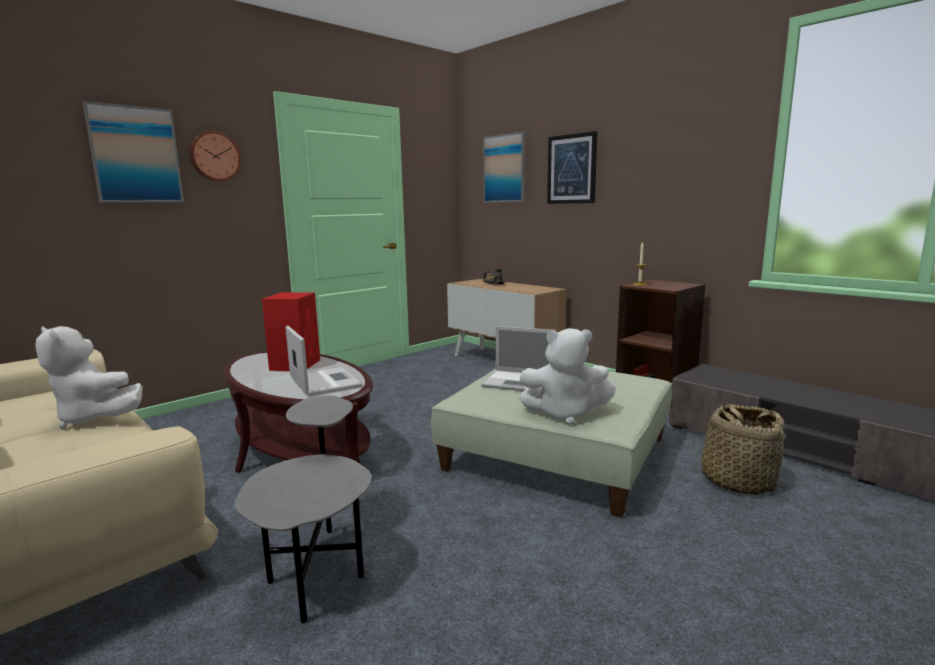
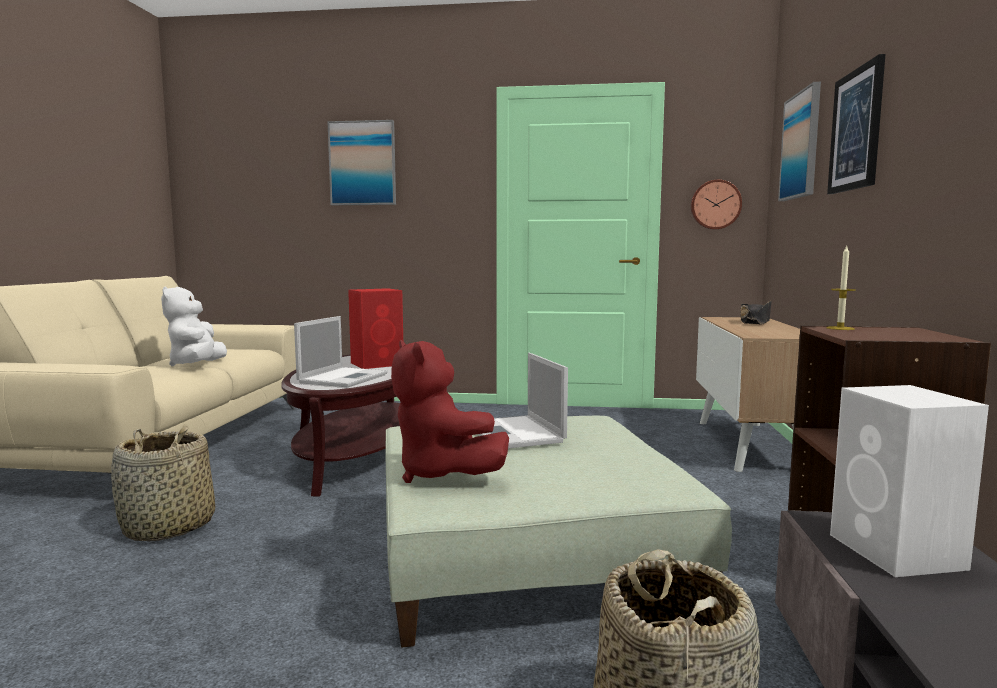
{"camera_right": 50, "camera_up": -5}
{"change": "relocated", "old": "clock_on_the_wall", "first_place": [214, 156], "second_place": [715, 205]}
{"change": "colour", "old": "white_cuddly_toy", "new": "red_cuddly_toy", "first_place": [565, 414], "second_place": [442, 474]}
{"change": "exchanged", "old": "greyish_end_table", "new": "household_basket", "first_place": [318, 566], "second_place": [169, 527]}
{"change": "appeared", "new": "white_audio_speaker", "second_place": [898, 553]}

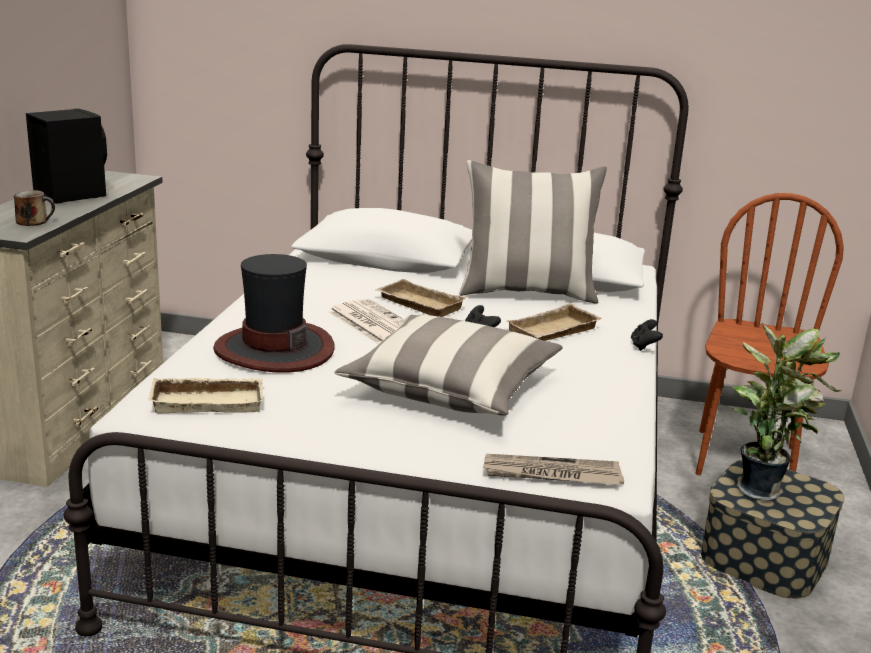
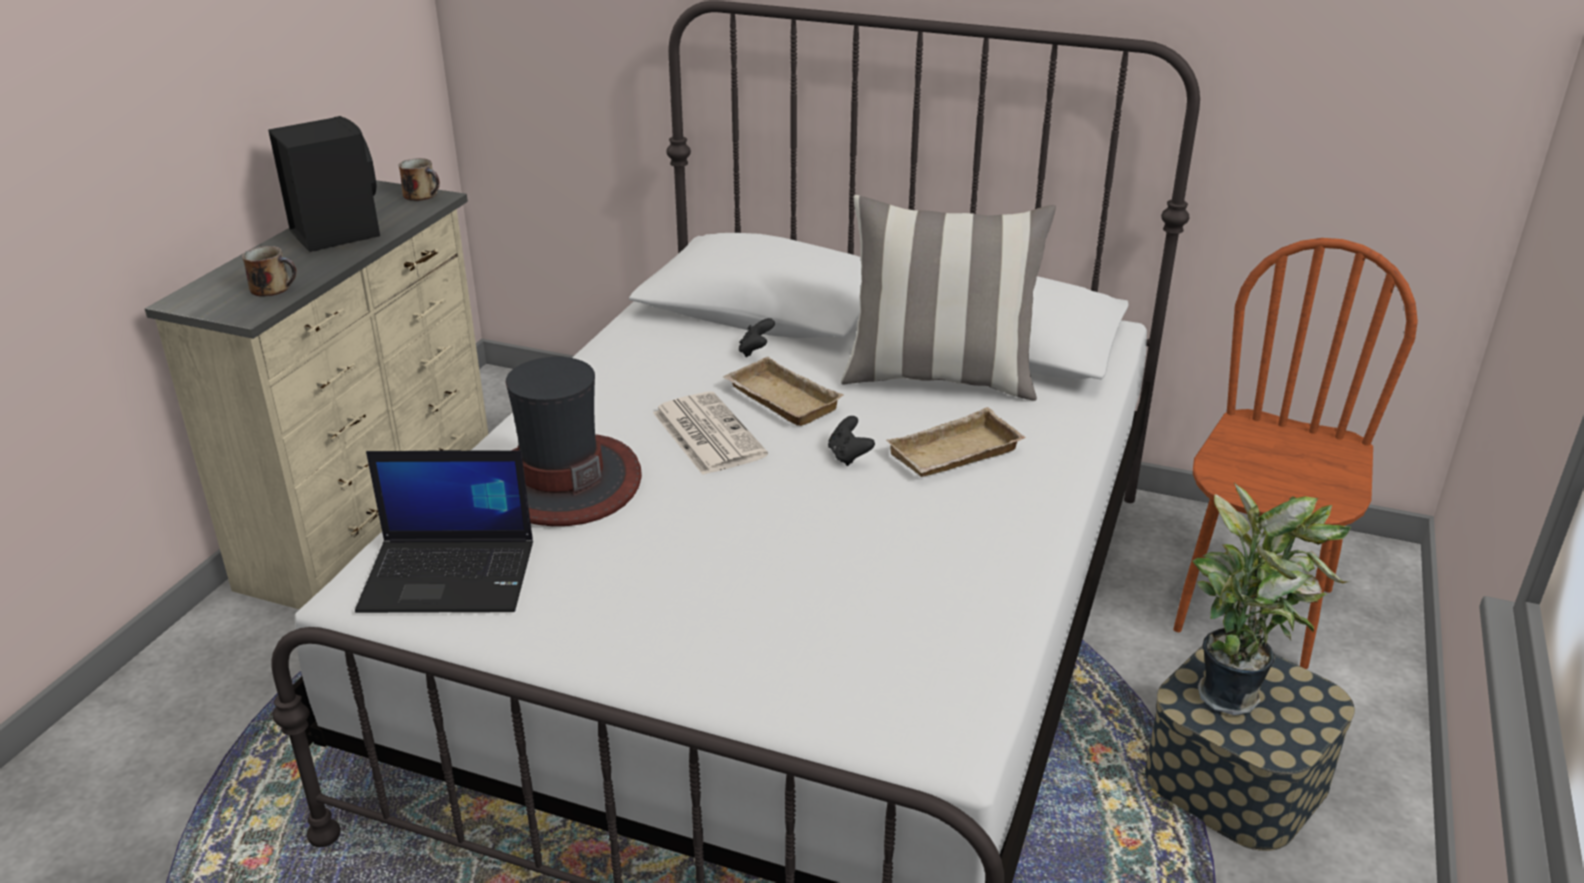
{"camera_right": 10, "camera_up": 10}
{"change": "missing", "old": "cushion", "first_place": [450, 389]}
{"change": "relocated", "old": "black-coloured_joypad", "first_place": [644, 346], "second_place": [756, 351]}
{"change": "exchanged", "old": "beige-coloured_carrying_tray", "new": "portable_computer", "first_place": [209, 401], "second_place": [451, 575]}
{"change": "missing", "old": "newspaper", "first_place": [551, 474]}
{"change": "appeared", "new": "tea_mug", "second_place": [422, 194]}

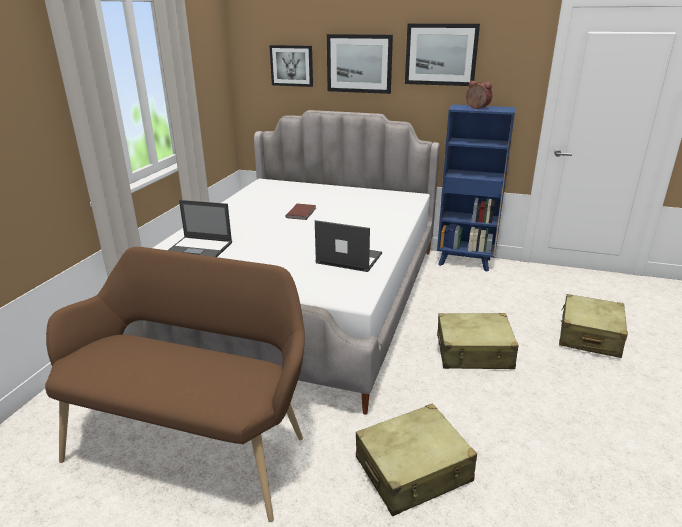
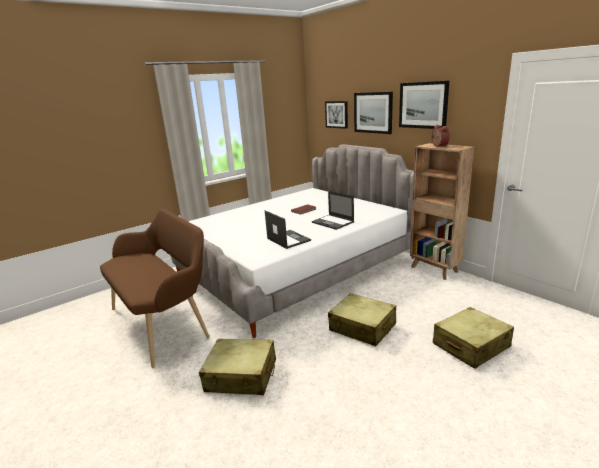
{"camera_right": 35, "camera_up": -5}
{"change": "colour", "old": "blue_bookcase", "new": "brownish_bookcase", "first_place": [465, 262], "second_place": [435, 270]}
{"change": "relocated", "old": "portable_computer", "first_place": [200, 248], "second_place": [333, 222]}

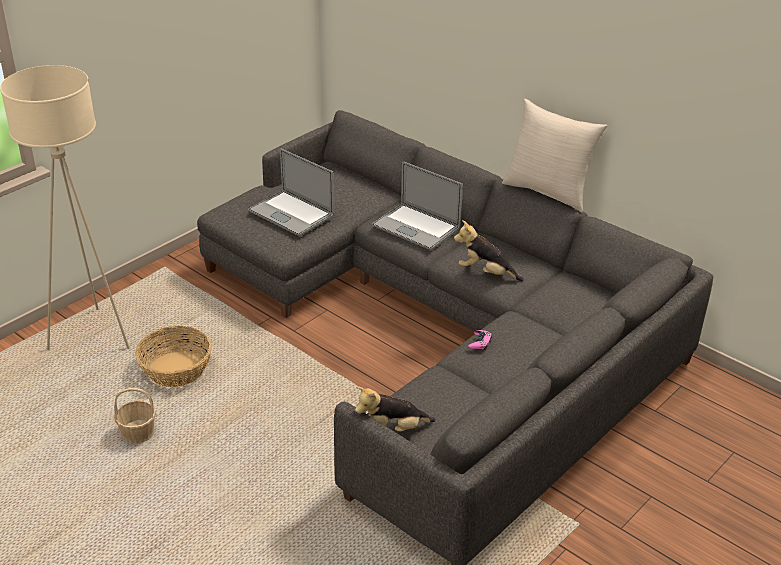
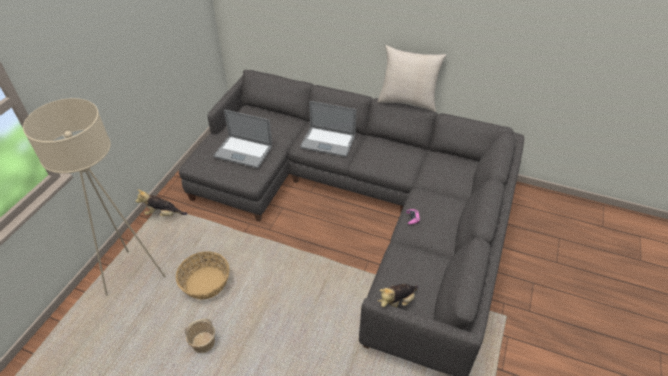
{"camera_right": -20, "camera_up": 10}
{"change": "relocated", "old": "cuddly_toy", "first_place": [486, 273], "second_place": [163, 214]}

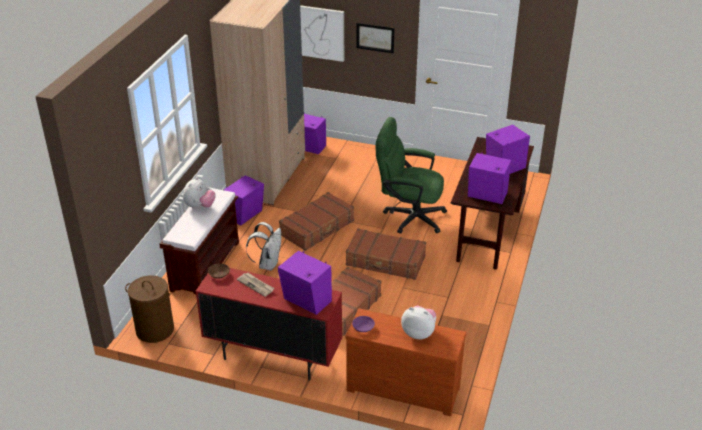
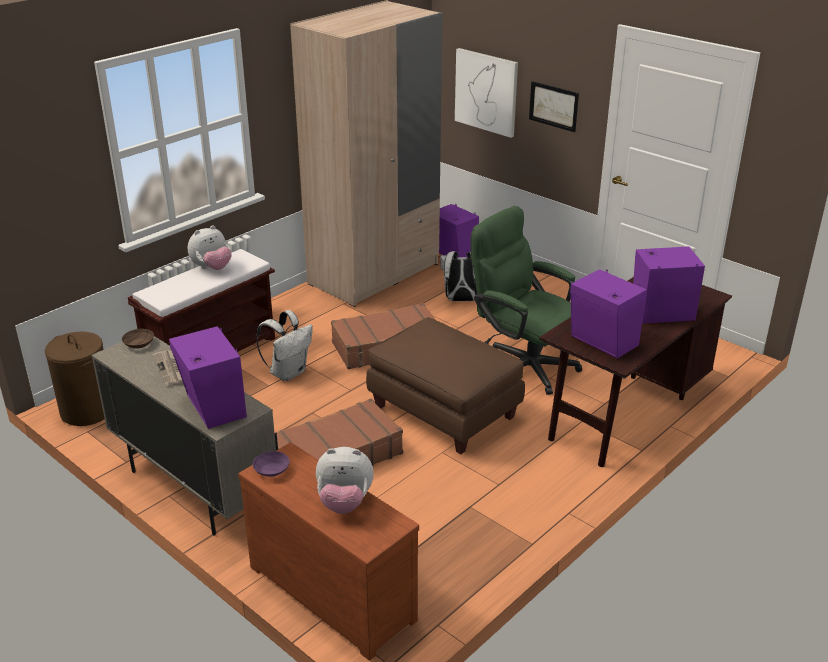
{"camera_right": 25, "camera_up": -5}
{"change": "missing", "old": "purple-coloured_audio_speaker", "first_place": [246, 215]}
{"change": "exchanged", "old": "brownish_travel_case", "new": "brownish_pouffe", "first_place": [385, 261], "second_place": [445, 411]}
{"change": "colour", "old": "red_cabinet", "new": "beige-coloured_cabinet", "first_place": [273, 357], "second_place": [194, 488]}
{"change": "spun", "old": "cuddly_toy", "first_place": [419, 333], "second_place": [344, 503], "degrees": 135}
{"change": "appeared", "new": "white_rucksack", "second_place": [461, 300]}

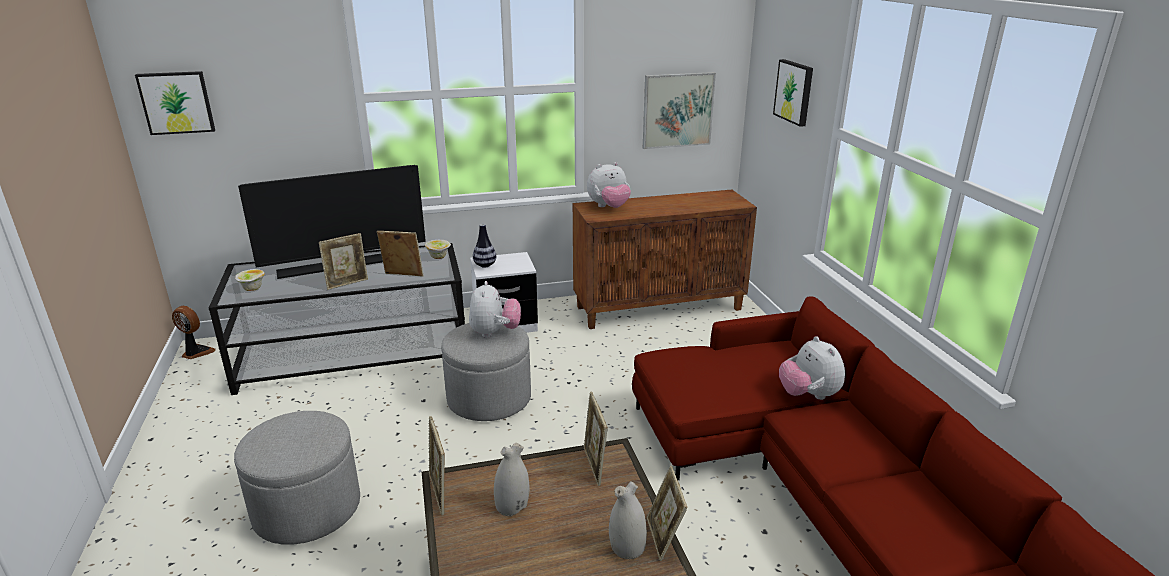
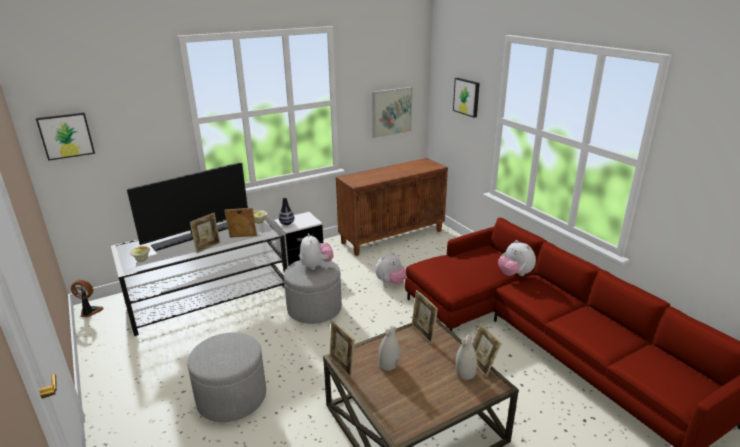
{"camera_right": -15, "camera_up": 0}
{"change": "relocated", "old": "cuddly_toy", "first_place": [609, 207], "second_place": [391, 282]}

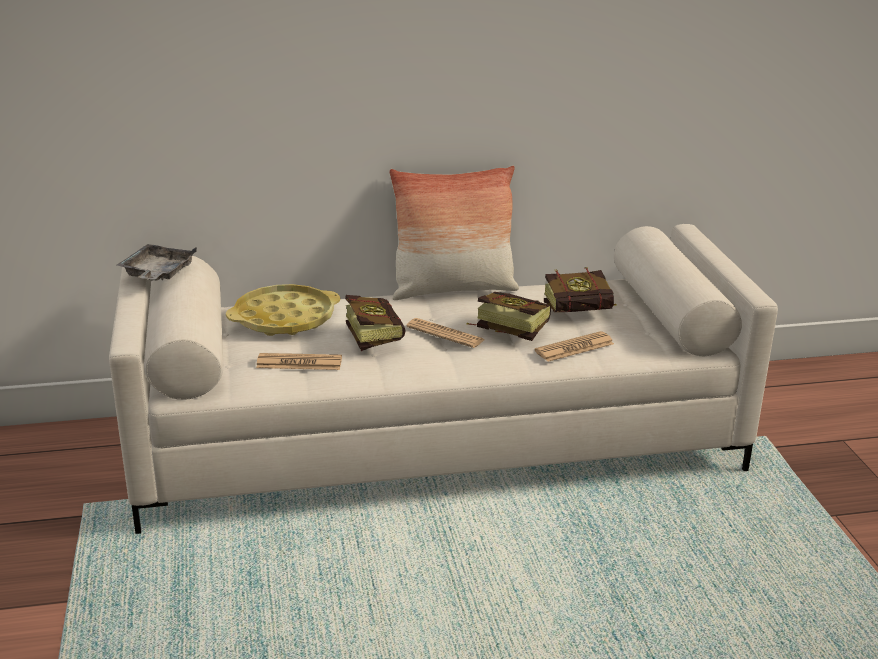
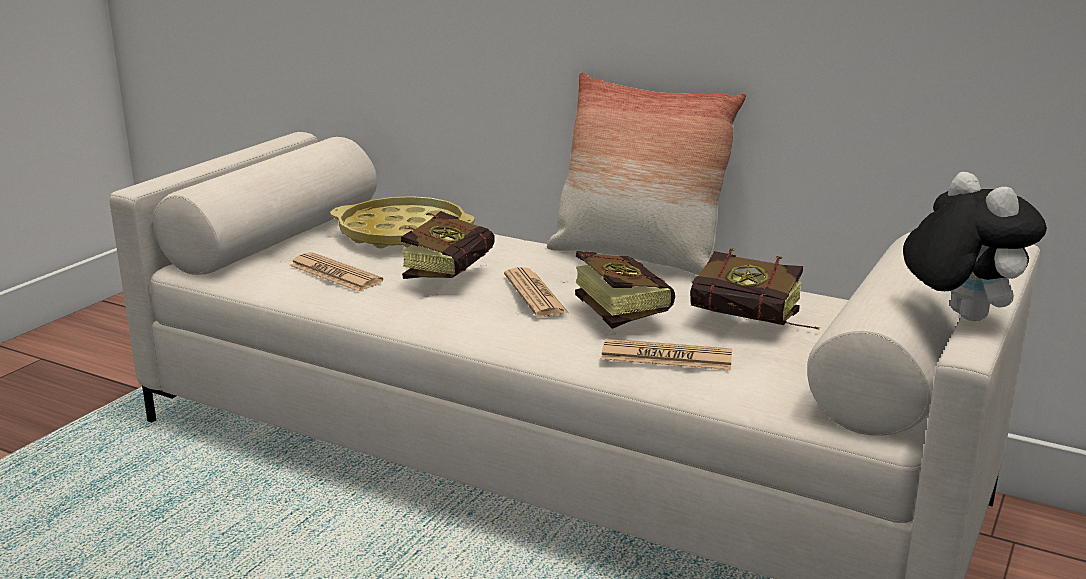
{"camera_right": 40, "camera_up": -5}
{"change": "missing", "old": "greyish_carrying_tray", "first_place": [157, 273]}
{"change": "appeared", "new": "cuddly_toy", "second_place": [958, 316]}

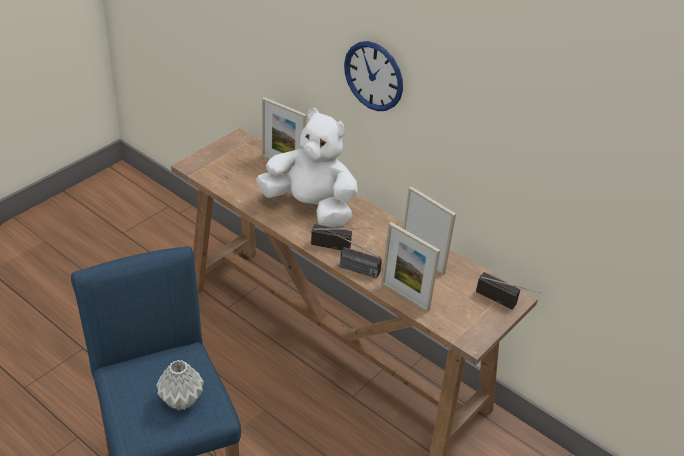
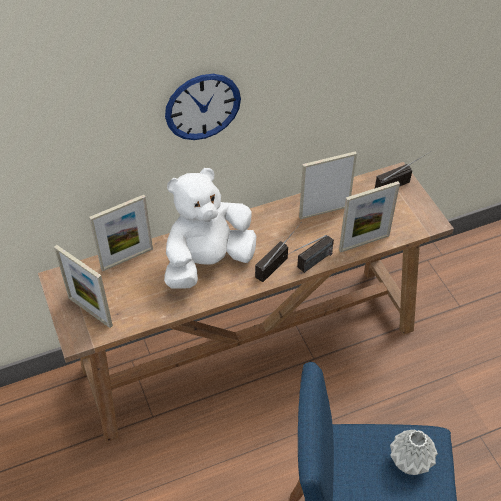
{"camera_right": -60, "camera_up": 10}
{"change": "appeared", "new": "picture_frame", "second_place": [90, 311]}

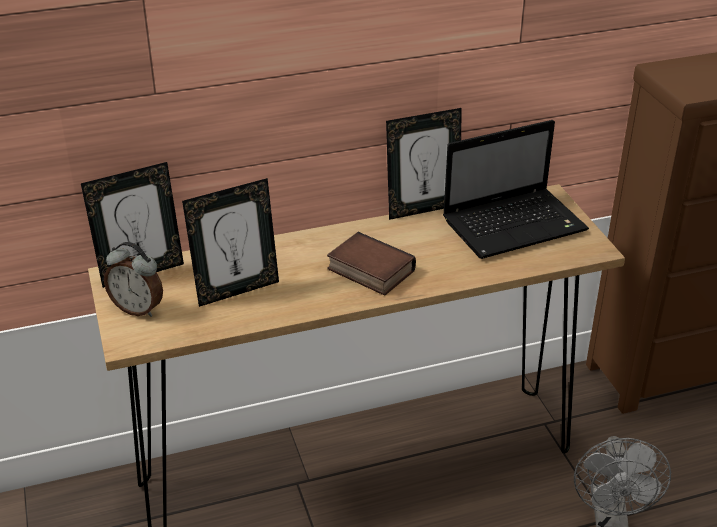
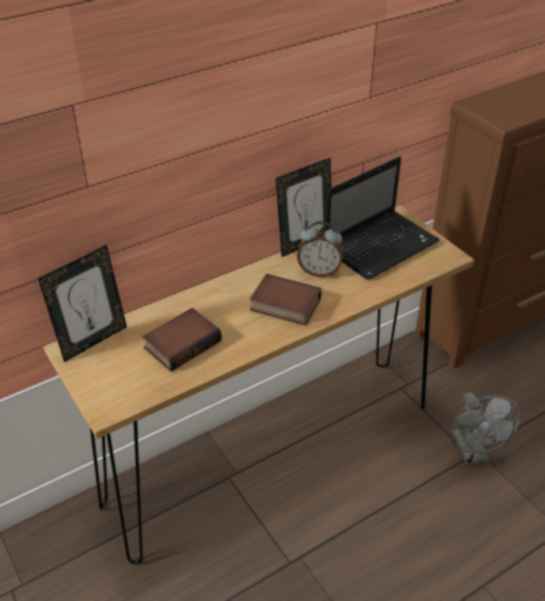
{"camera_right": -15, "camera_up": 5}
{"change": "exchanged", "old": "picture_frame", "new": "volume", "first_place": [236, 290], "second_place": [182, 343]}
{"change": "relocated", "old": "alarm_clock", "first_place": [138, 308], "second_place": [319, 271]}

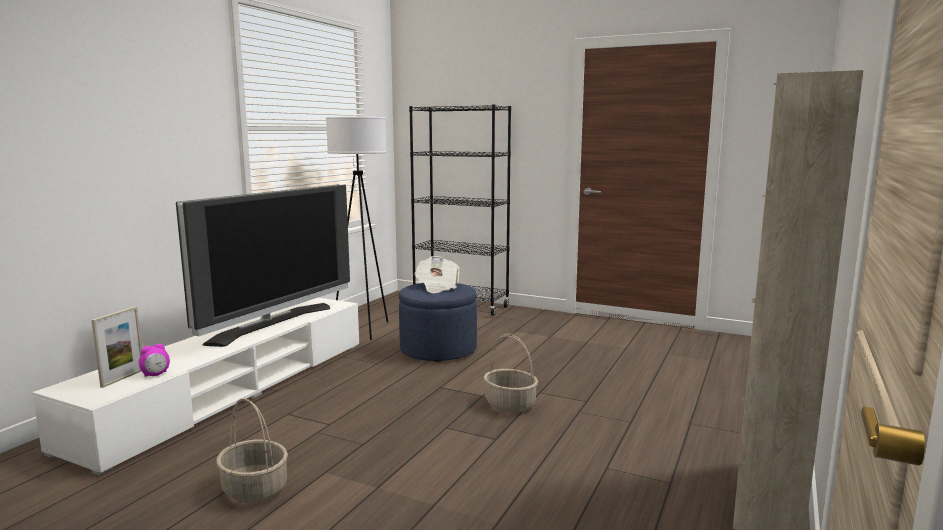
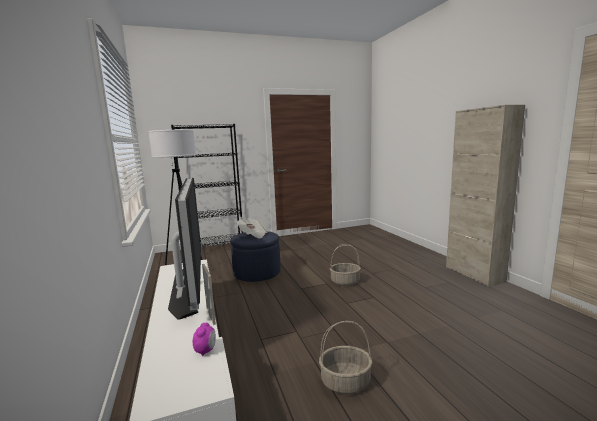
{"camera_right": -45, "camera_up": 0}
{"change": "relocated", "old": "picture_frame", "first_place": [123, 378], "second_place": [211, 316]}

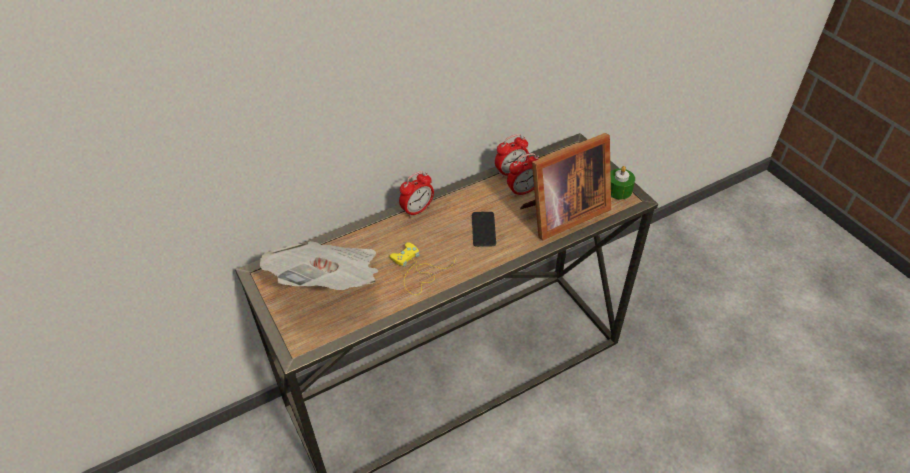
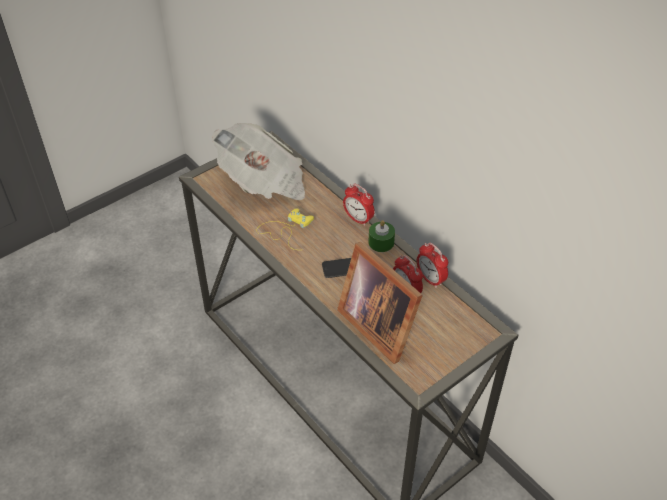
{"camera_right": 80, "camera_up": 0}
{"change": "relocated", "old": "green-coloured_wax_light", "first_place": [618, 190], "second_place": [381, 242]}

